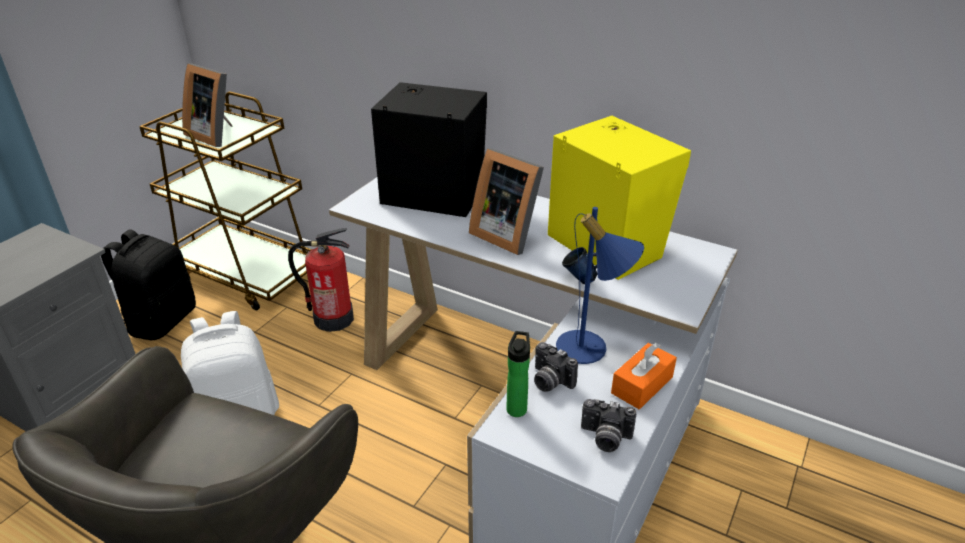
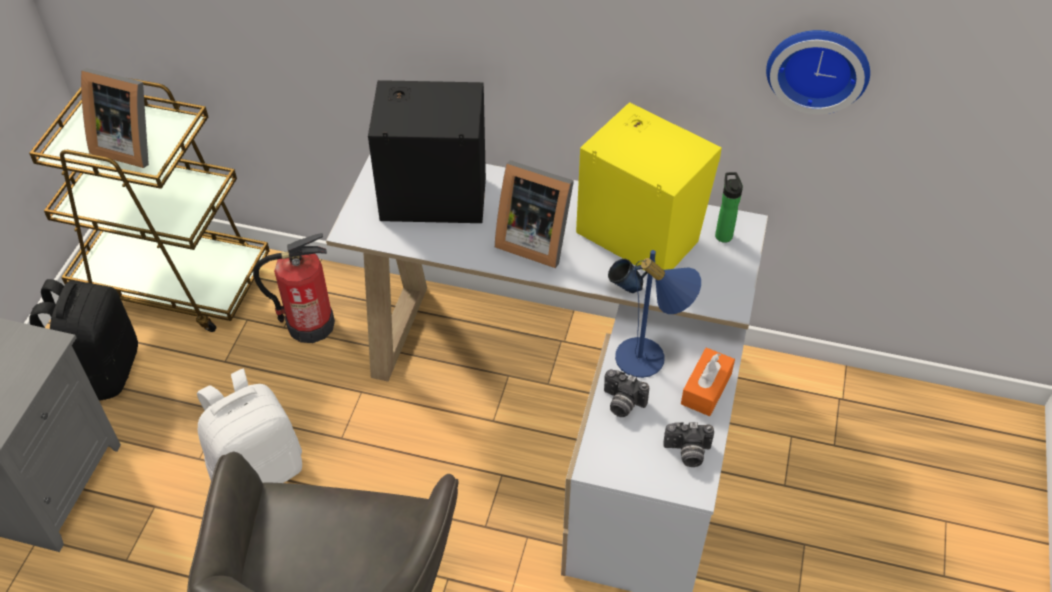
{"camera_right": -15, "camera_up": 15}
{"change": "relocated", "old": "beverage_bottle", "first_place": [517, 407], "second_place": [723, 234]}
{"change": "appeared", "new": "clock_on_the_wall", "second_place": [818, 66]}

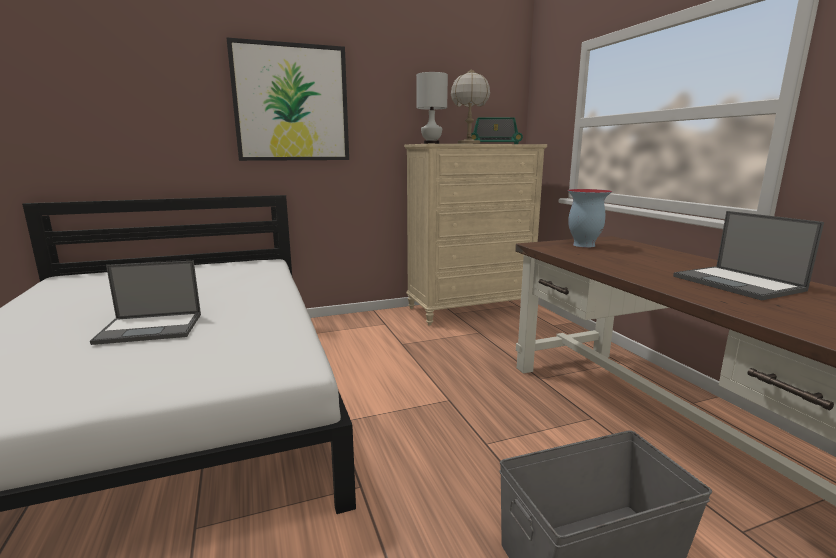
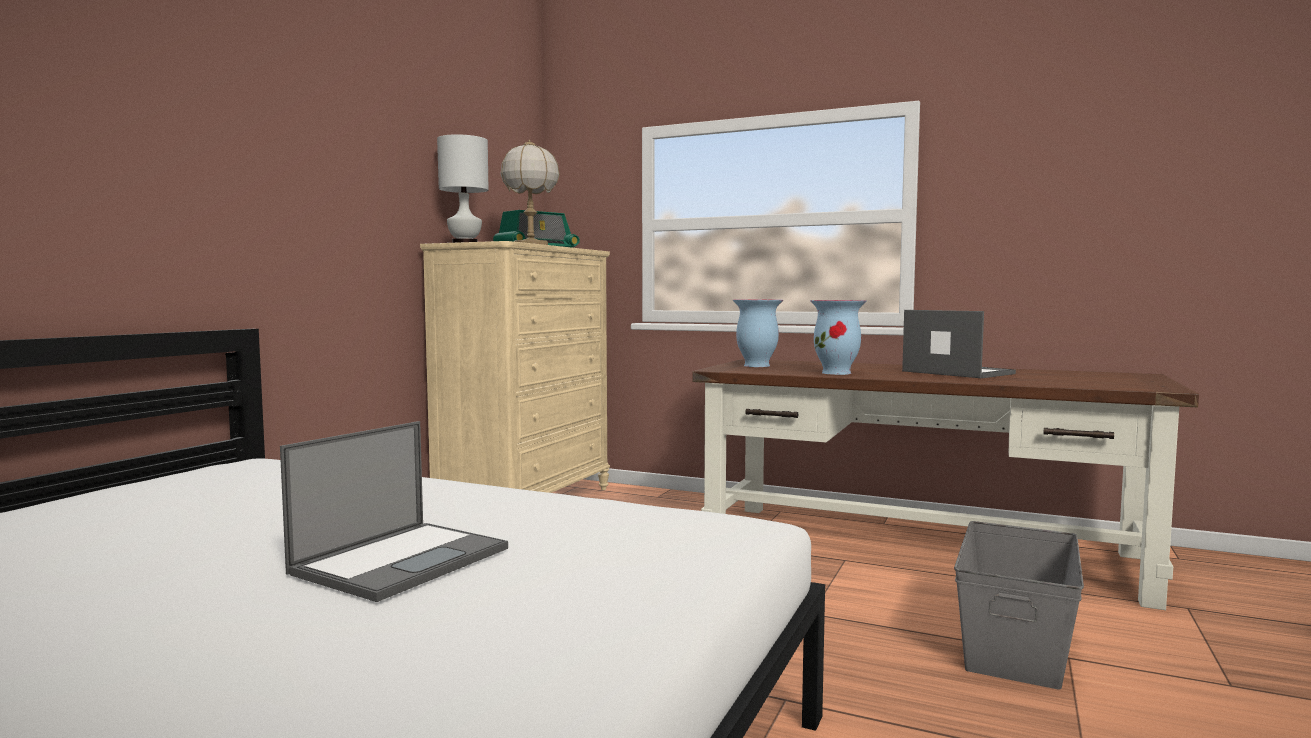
{"camera_right": -45, "camera_up": -10}
{"change": "missing", "old": "picture", "first_place": [291, 103]}
{"change": "spun", "old": "portable_computer", "first_place": [738, 284], "second_place": [956, 372], "degrees": -150}
{"change": "appeared", "new": "flower_vase", "second_place": [837, 373]}

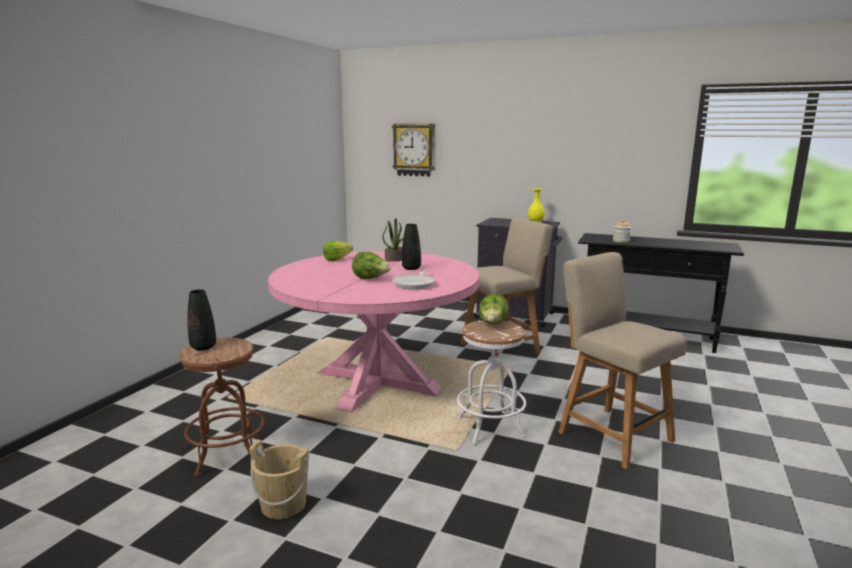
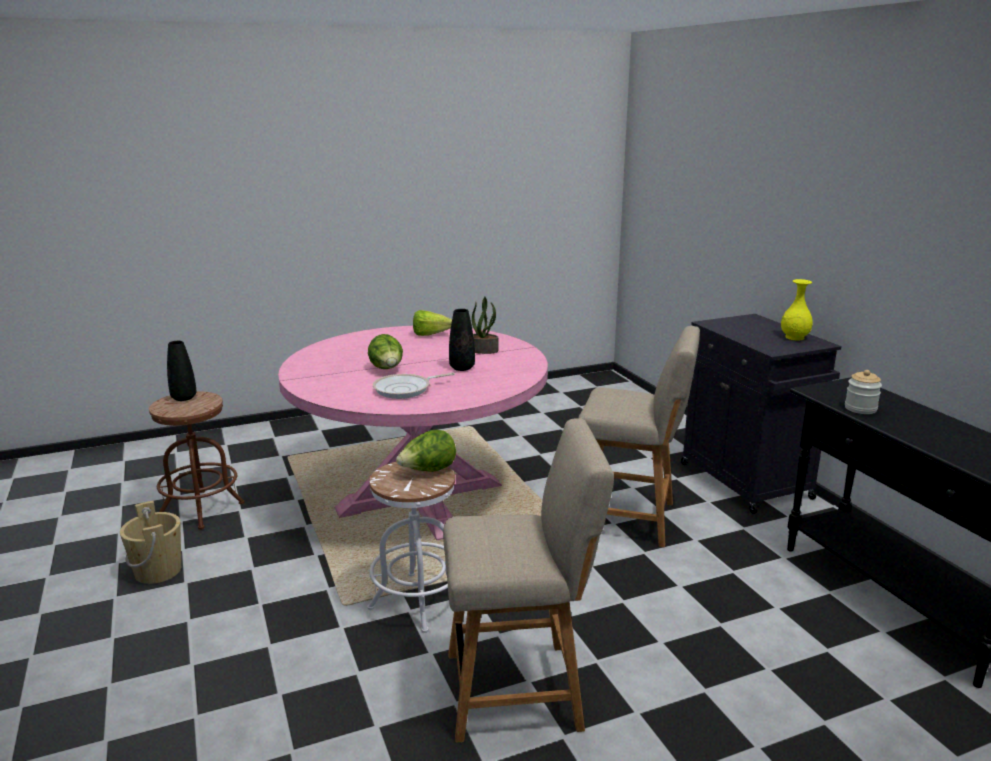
{"camera_right": 45, "camera_up": 5}
{"change": "missing", "old": "clock_on_the_wall", "first_place": [414, 150]}
{"change": "spun", "old": "beige-coloured_upright_chair", "first_place": [611, 434], "second_place": [521, 689], "degrees": 75}

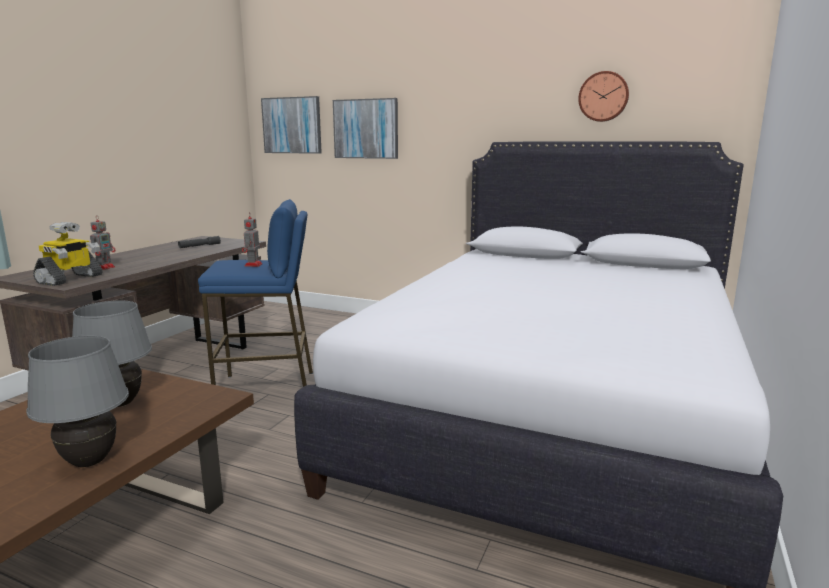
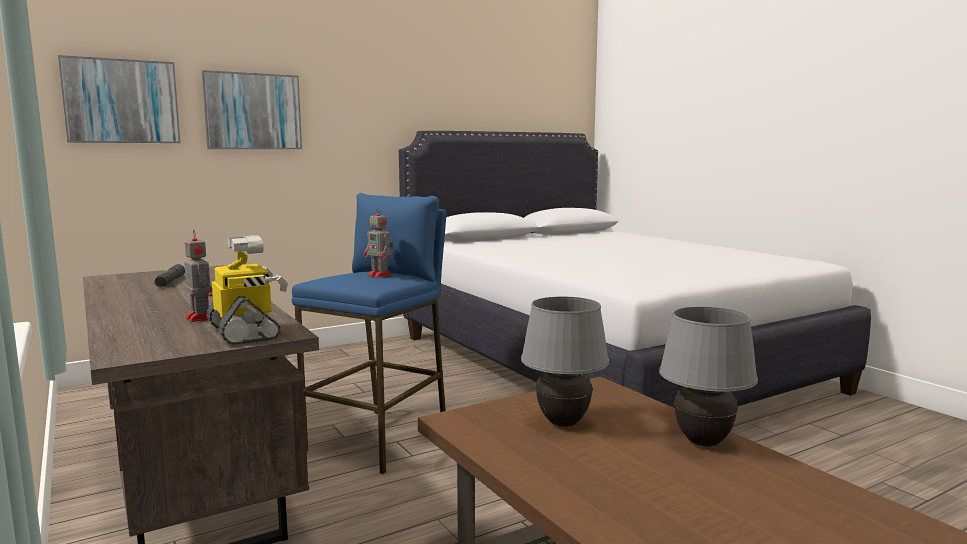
{"camera_right": -55, "camera_up": -5}
{"change": "missing", "old": "clock_on_the_wall", "first_place": [603, 96]}

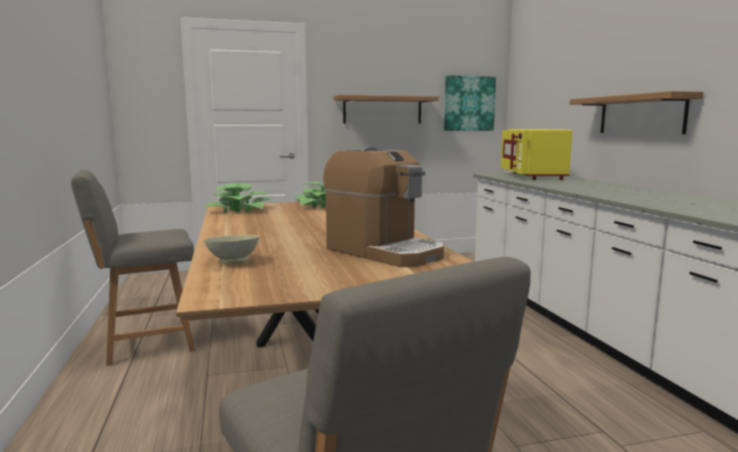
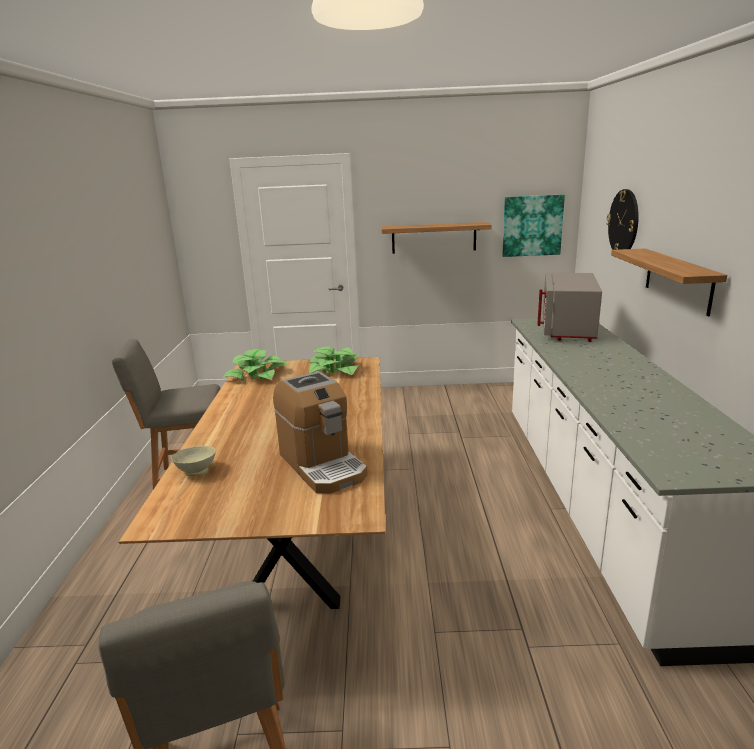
{"camera_right": 15, "camera_up": 10}
{"change": "colour", "old": "yellow_microwave", "new": "greyish_microwave", "first_place": [533, 176], "second_place": [568, 329]}
{"change": "appeared", "new": "clock_on_the_wall", "second_place": [624, 222]}

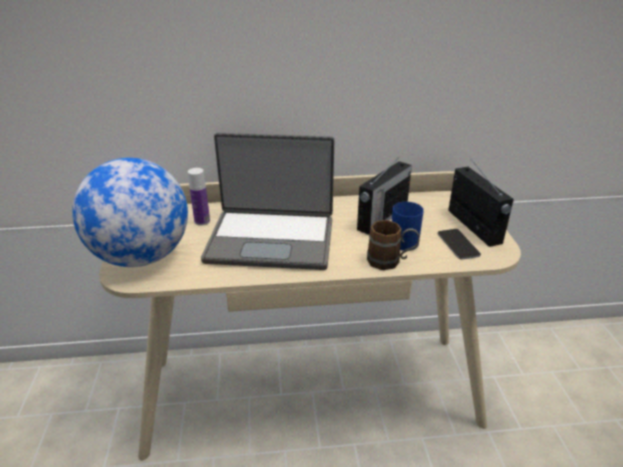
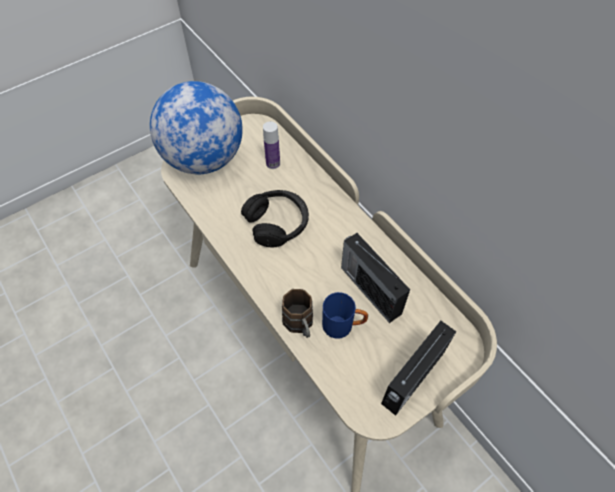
{"camera_right": 60, "camera_up": 25}
{"change": "exchanged", "old": "portable_computer", "new": "black-coloured_headphones", "first_place": [271, 239], "second_place": [277, 223]}
{"change": "spun", "old": "radio_receiver", "first_place": [381, 218], "second_place": [369, 289], "degrees": 45}
{"change": "missing", "old": "telephone", "first_place": [458, 244]}

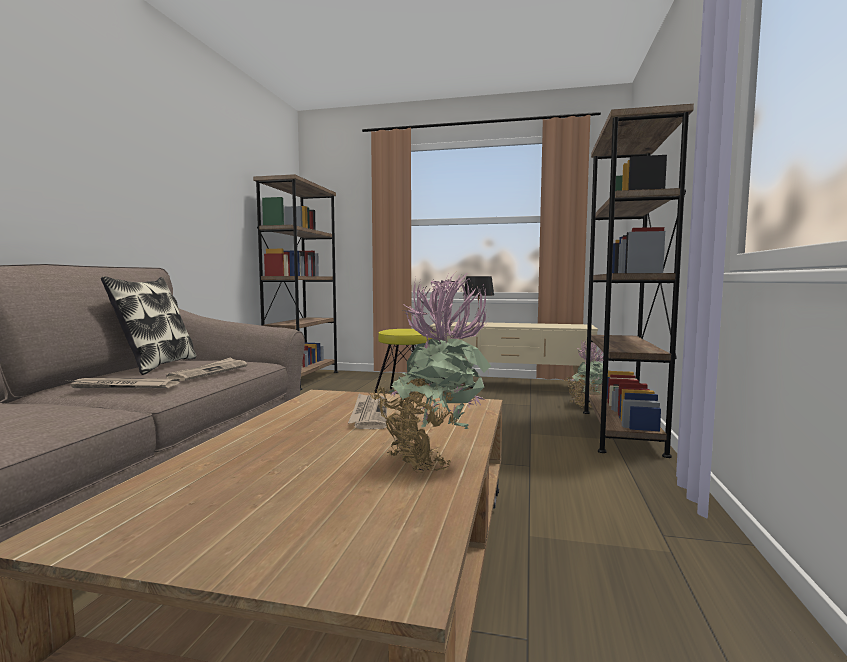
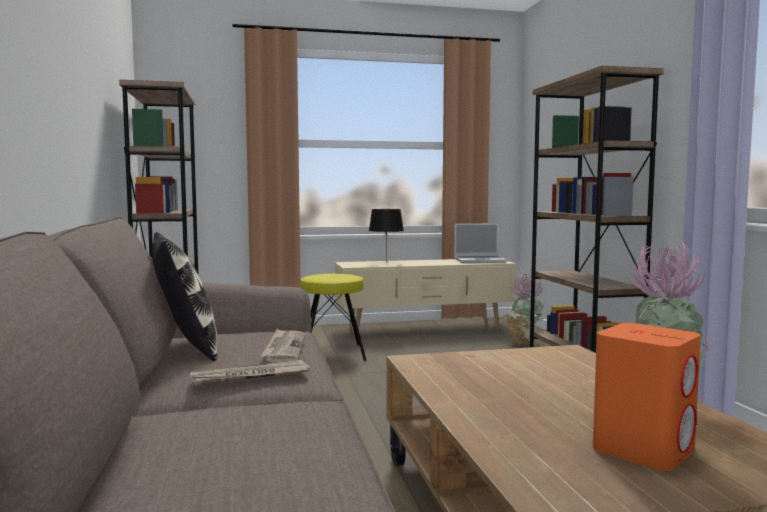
{"camera_right": -25, "camera_up": 0}
{"change": "missing", "old": "newspaper", "first_place": [369, 414]}
{"change": "appeared", "new": "portable_computer", "second_place": [480, 261]}
{"change": "appeared", "new": "orange_audio_speaker", "second_place": [643, 450]}

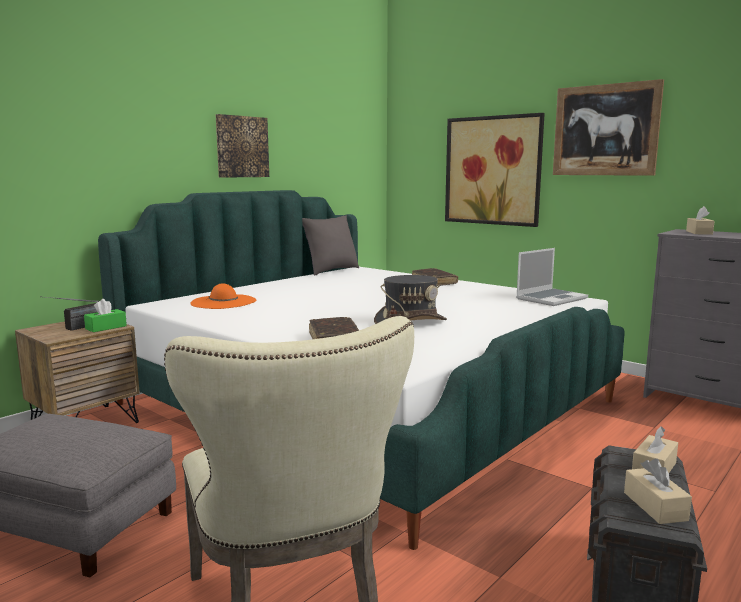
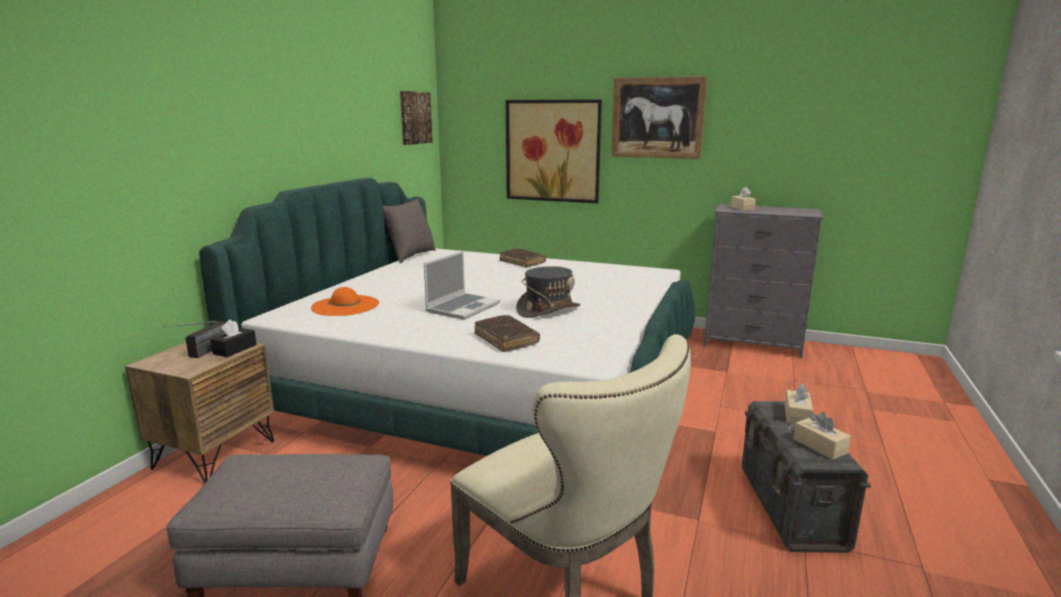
{"camera_right": -20, "camera_up": 5}
{"change": "relocated", "old": "picture", "first_place": [241, 147], "second_place": [414, 118]}
{"change": "relocated", "old": "portable_computer", "first_place": [551, 298], "second_place": [463, 307]}
{"change": "colour", "old": "green-coloured_tissue_holder", "new": "black-coloured_tissue_holder", "first_place": [106, 327], "second_place": [235, 349]}

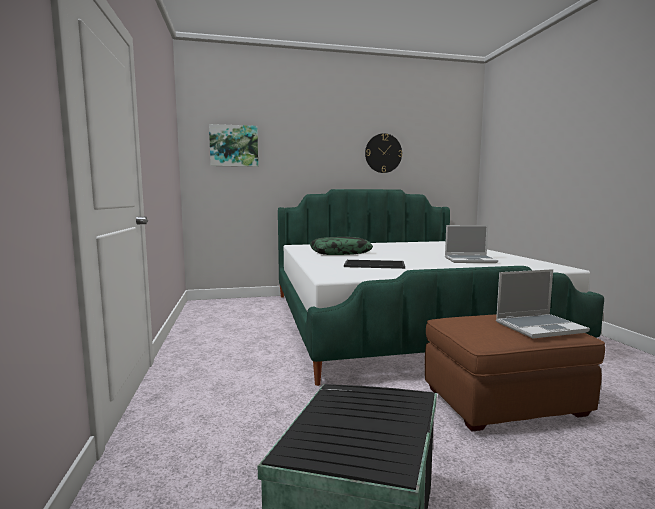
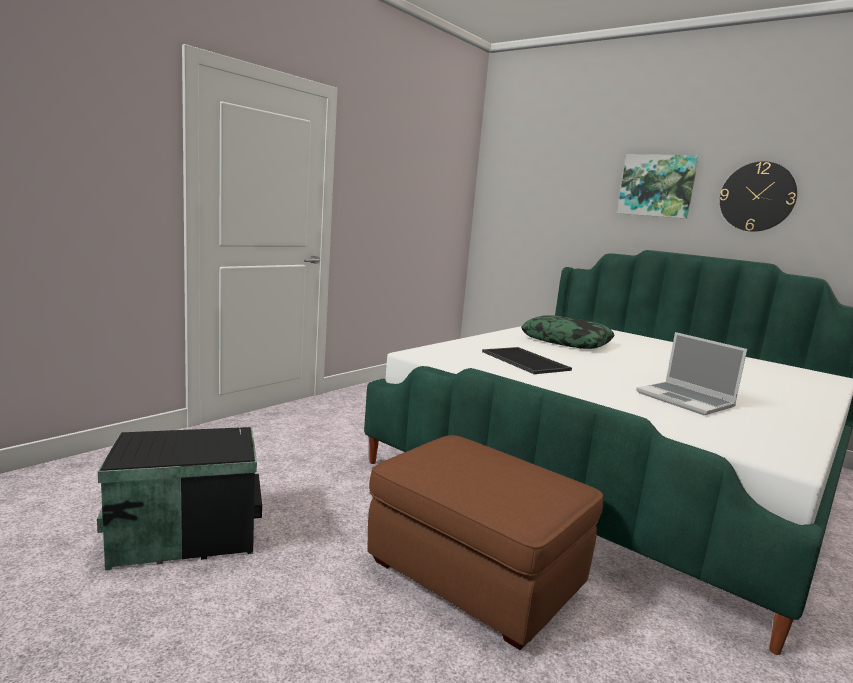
{"camera_right": 50, "camera_up": 5}
{"change": "relocated", "old": "picture", "first_place": [234, 146], "second_place": [657, 186]}
{"change": "missing", "old": "portable_computer", "first_place": [540, 327]}

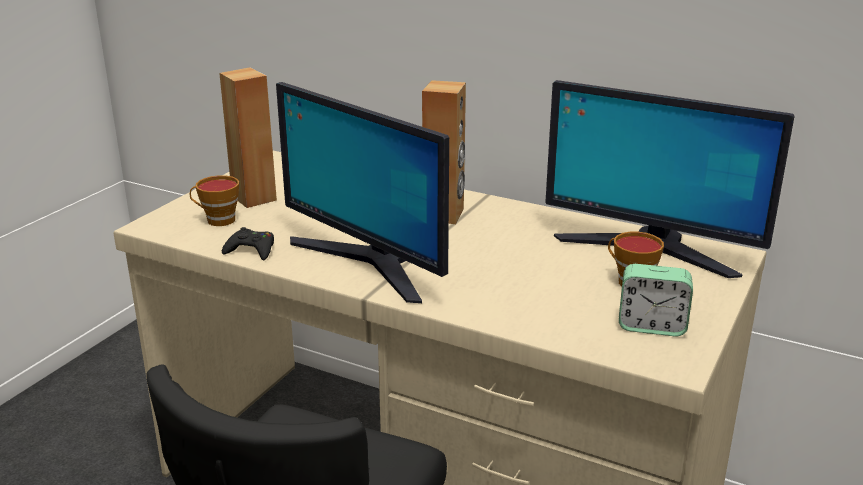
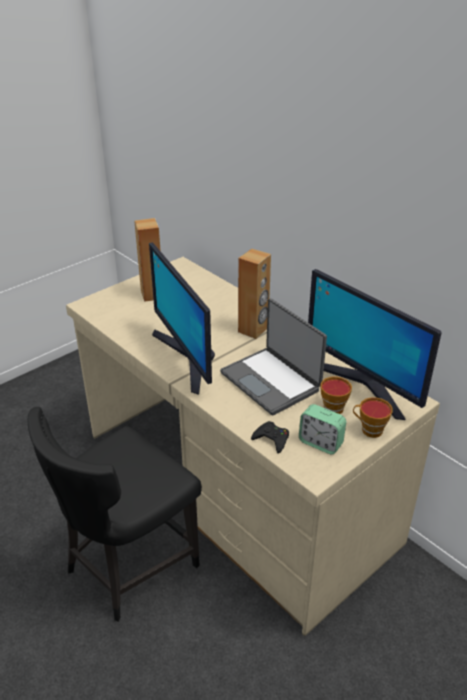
{"camera_right": 20, "camera_up": 10}
{"change": "relocated", "old": "small_cup", "first_place": [217, 220], "second_place": [369, 430]}
{"change": "relocated", "old": "black-coloured_joypad", "first_place": [251, 250], "second_place": [272, 439]}
{"change": "appeared", "new": "portable_computer", "second_place": [271, 381]}

